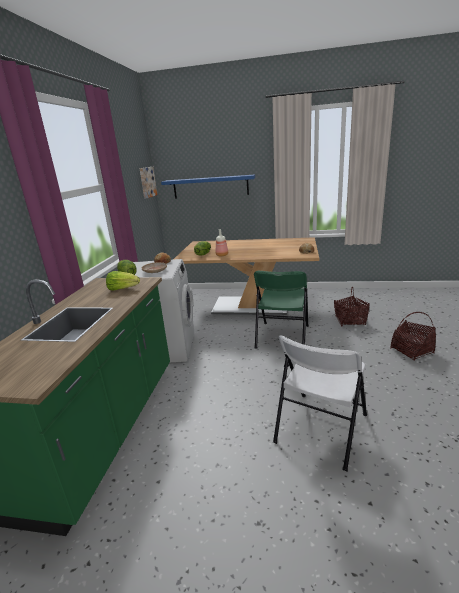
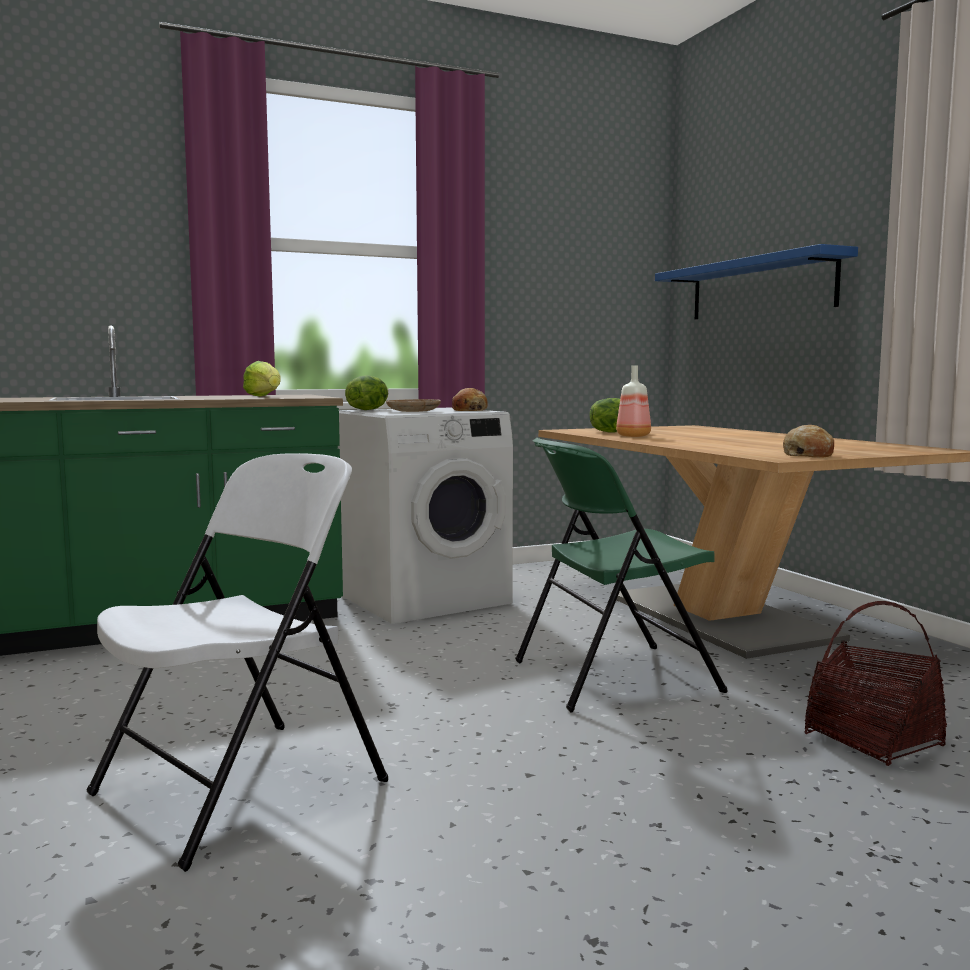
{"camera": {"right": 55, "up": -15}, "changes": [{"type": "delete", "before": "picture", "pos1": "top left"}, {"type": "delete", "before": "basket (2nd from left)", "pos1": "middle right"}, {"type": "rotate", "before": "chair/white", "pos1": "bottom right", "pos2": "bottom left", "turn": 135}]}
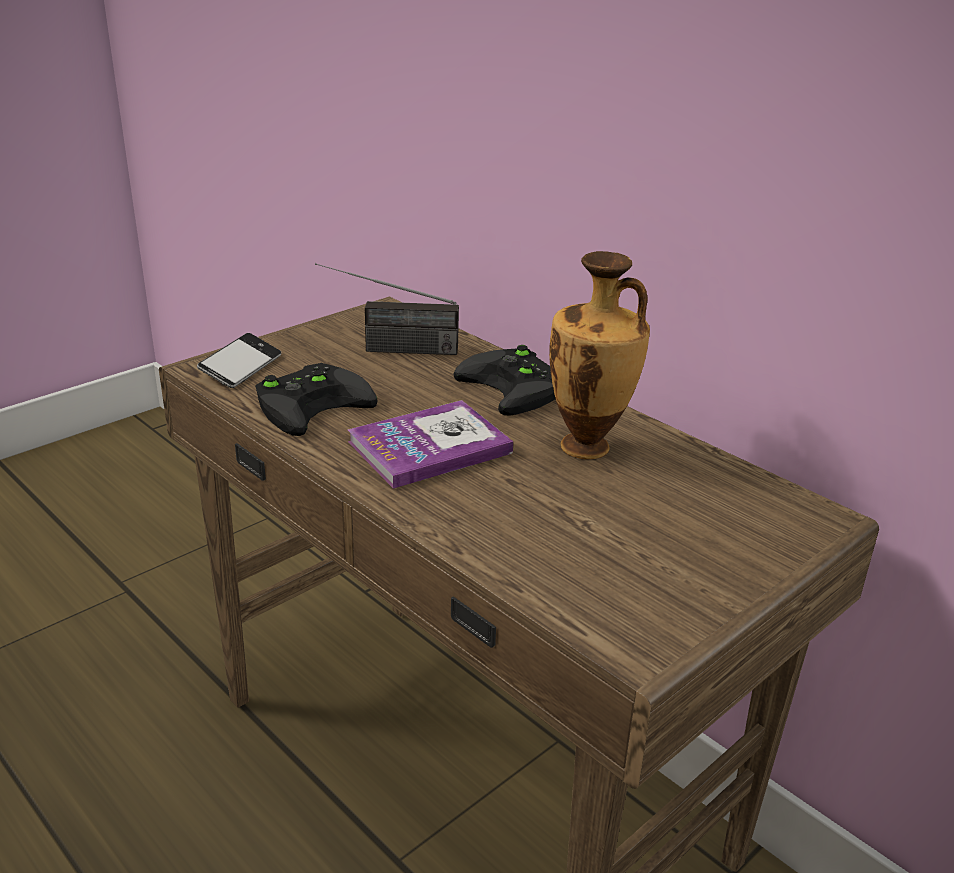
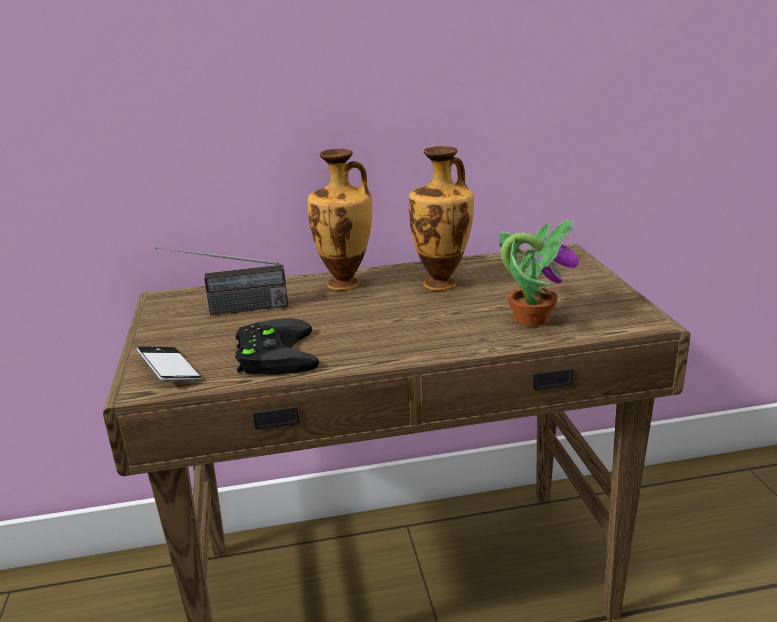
{"camera": {"right": -55, "up": -5}, "changes": [{"type": "delete", "before": "book", "pos1": "centre"}, {"type": "insert", "after": "potted plant", "pos2": "middle right"}, {"type": "replace", "before": "game controller/black (2nd from left)", "after": "vase (1st from left)", "pos1": "centre", "pos2": "centre"}, {"type": "rotate", "before": "radio", "pos1": "centre", "pos2": "middle left", "turn": 45}]}
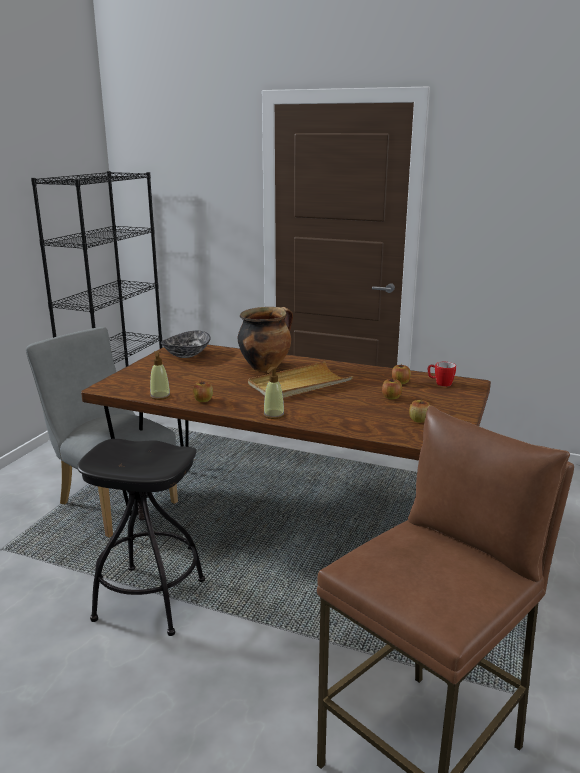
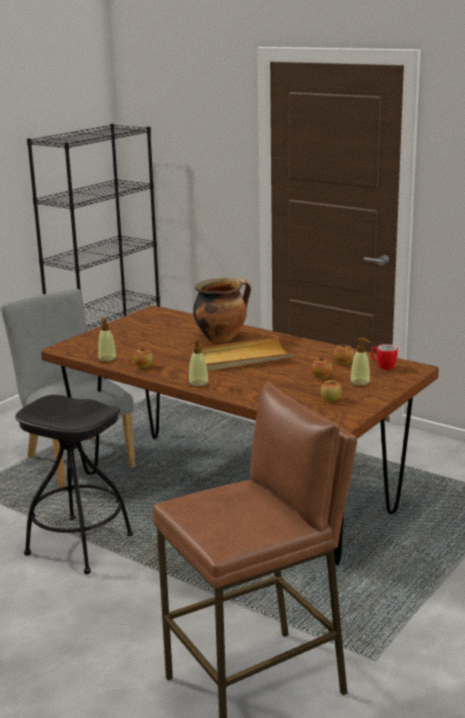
{"camera": {"right": 15, "up": 0}, "changes": [{"type": "delete", "before": "bowl", "pos1": "middle left"}, {"type": "insert", "after": "soap dispenser (3rd from left)", "pos2": "middle right"}]}
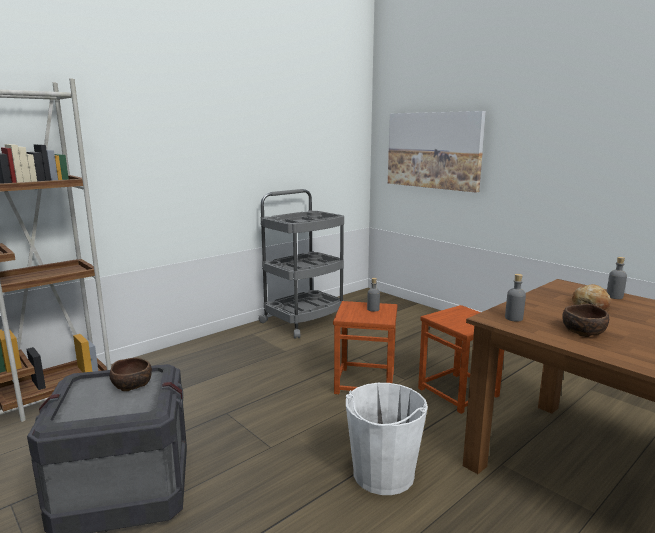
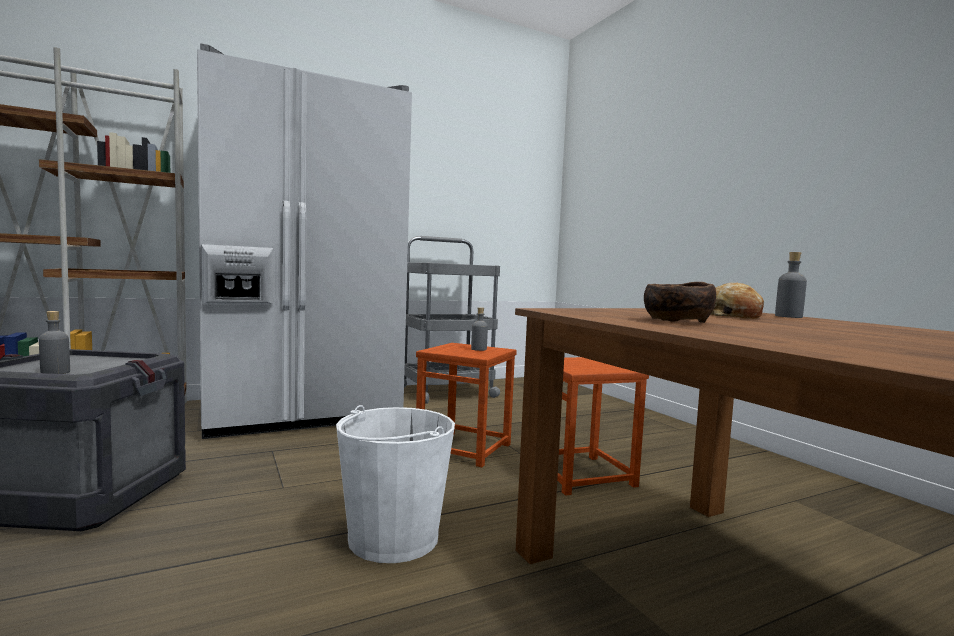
{"camera": {"right": 15, "up": -10}, "changes": [{"type": "delete", "before": "bowl/brown (1st from left)", "pos1": "bottom left"}, {"type": "delete", "before": "picture", "pos1": "top right"}, {"type": "insert", "after": "fridge/white", "pos2": "middle left"}, {"type": "move", "before": "bottle/grey (2nd from left in the first image)", "after": "bottle/grey (1st from left)", "pos1": "middle right", "pos2": "middle left"}]}
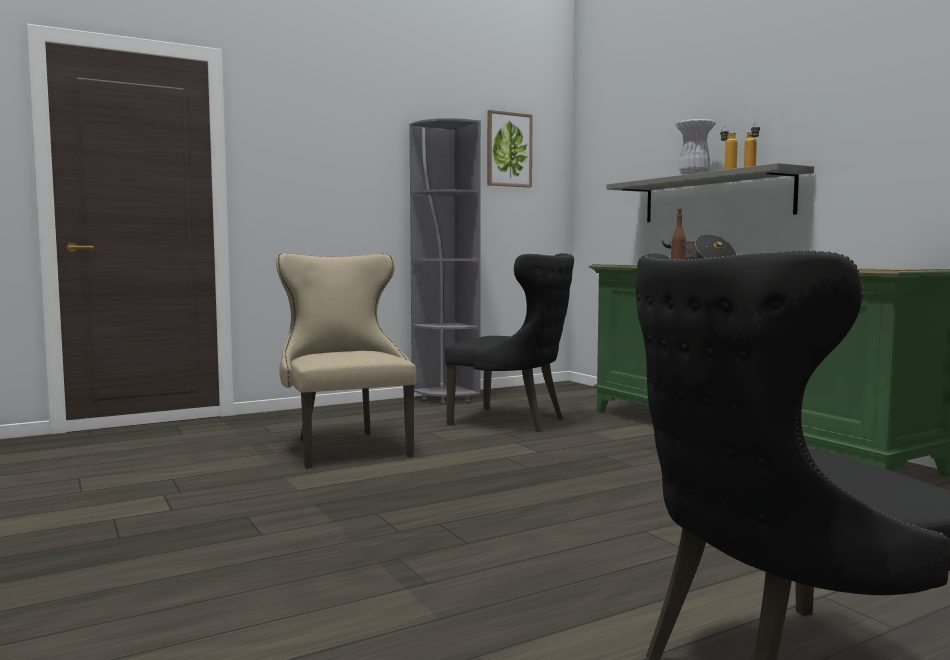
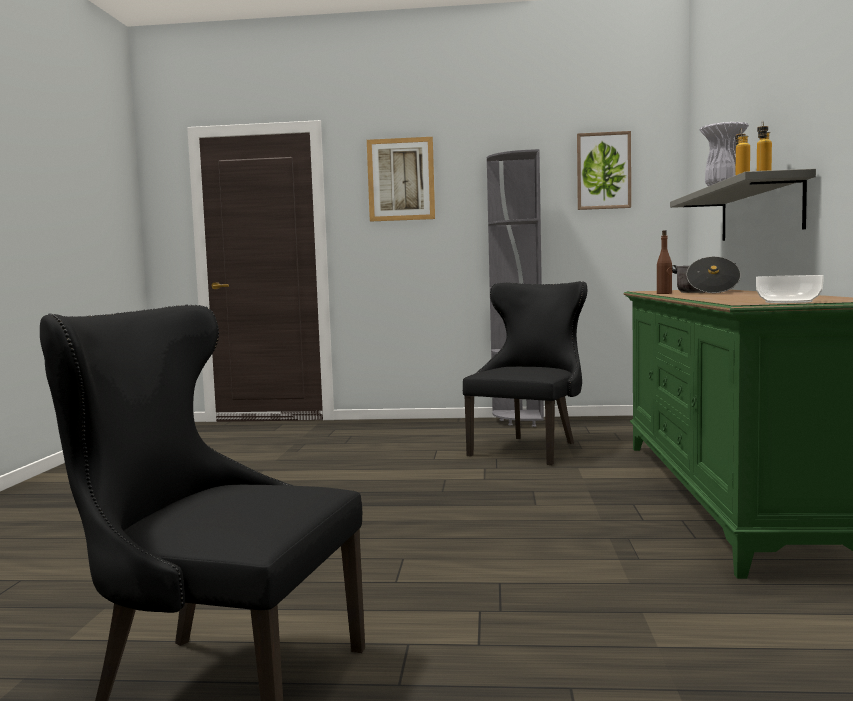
{"camera": {"right": 35, "up": 0}, "changes": [{"type": "delete", "before": "chair/beige", "pos1": "centre"}, {"type": "insert", "after": "picture (1st from left)", "pos2": "top centre"}, {"type": "insert", "after": "bowl", "pos2": "middle right"}, {"type": "rotate", "before": "chair/black (1st from left in the first image)", "pos1": "centre", "pos2": "centre", "turn": -120}]}
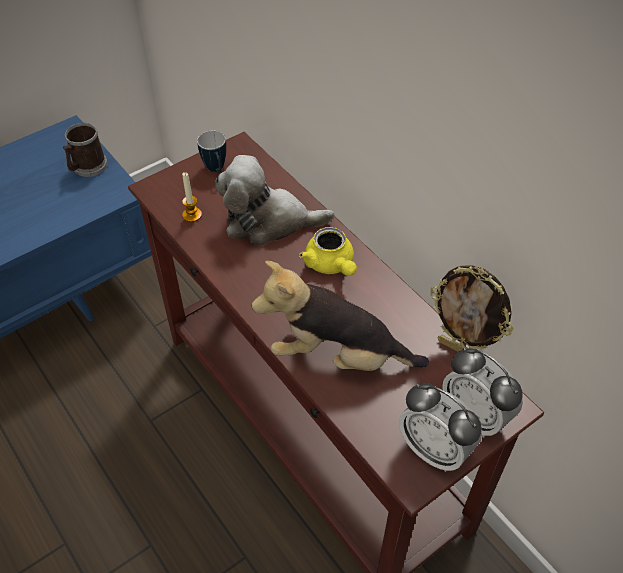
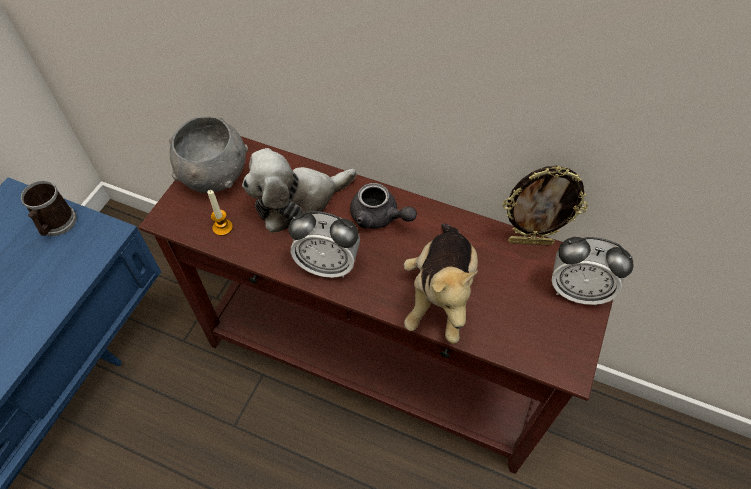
{"camera": {"right": -30, "up": 5}, "changes": [{"type": "move", "before": "alarm clock (1st from left)", "pos1": "bottom right", "pos2": "centre"}, {"type": "replace", "before": "mug (2nd from left)", "after": "bowl/grey", "pos1": "top centre", "pos2": "top left"}, {"type": "recolor", "before": "teapot/yellow", "after": "teapot/grey", "pos1": "centre", "pos2": "centre"}, {"type": "rotate", "before": "plush toy (2nd from left)", "pos1": "centre", "pos2": "centre", "turn": -60}]}
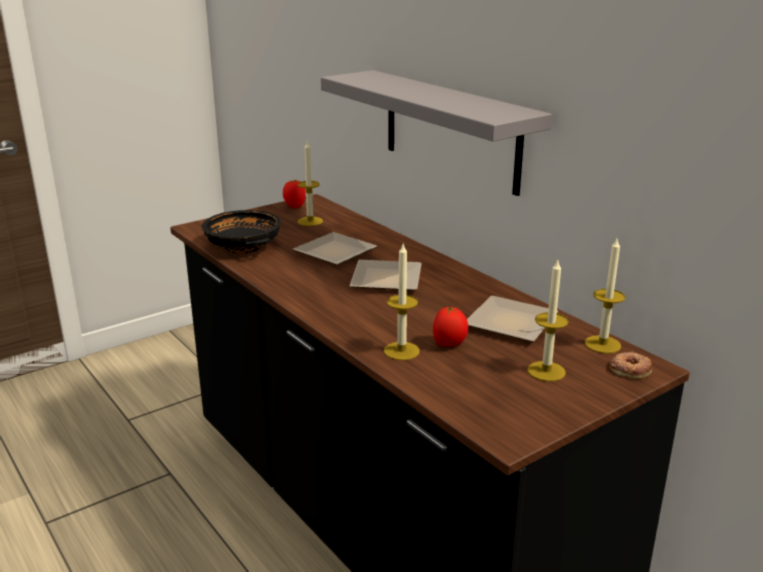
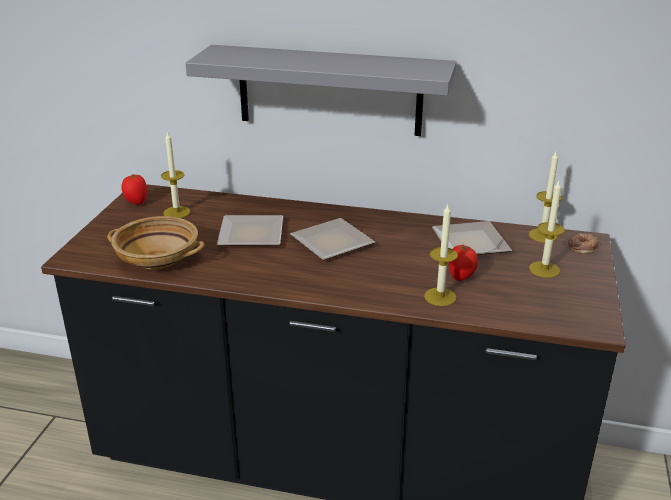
{"camera": {"right": -40, "up": 5}, "changes": [{"type": "recolor", "before": "bowl/black", "after": "bowl/beige", "pos1": "middle left", "pos2": "middle left"}]}
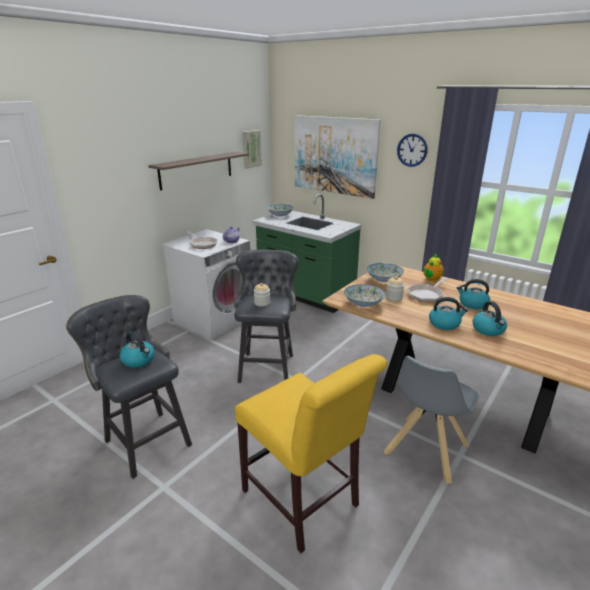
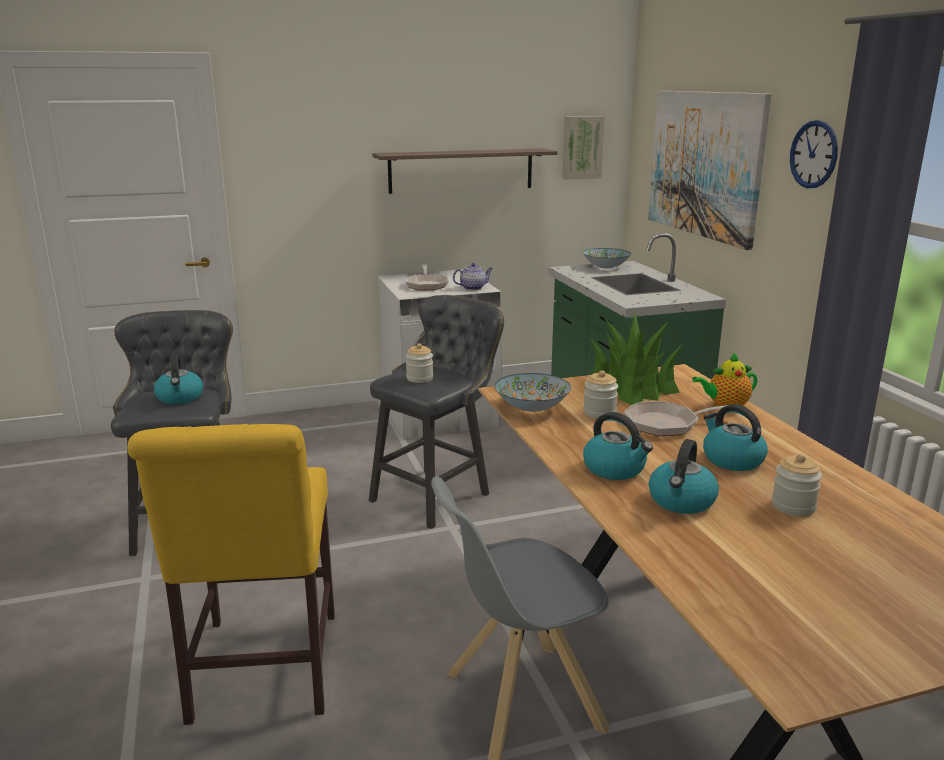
{"camera": {"right": 35, "up": -5}, "changes": [{"type": "insert", "after": "jar (3rd from left)", "pos2": "middle right"}, {"type": "replace", "before": "bowl (3rd from left)", "after": "potted plant", "pos1": "centre", "pos2": "middle right"}]}
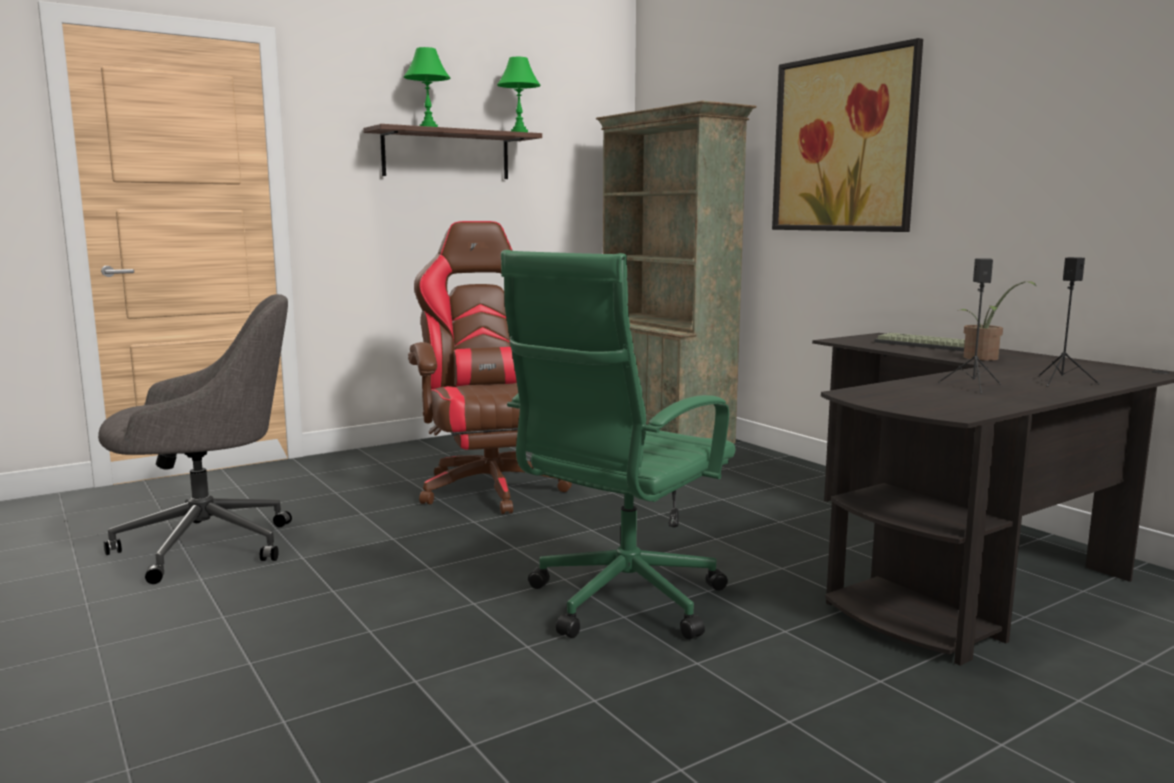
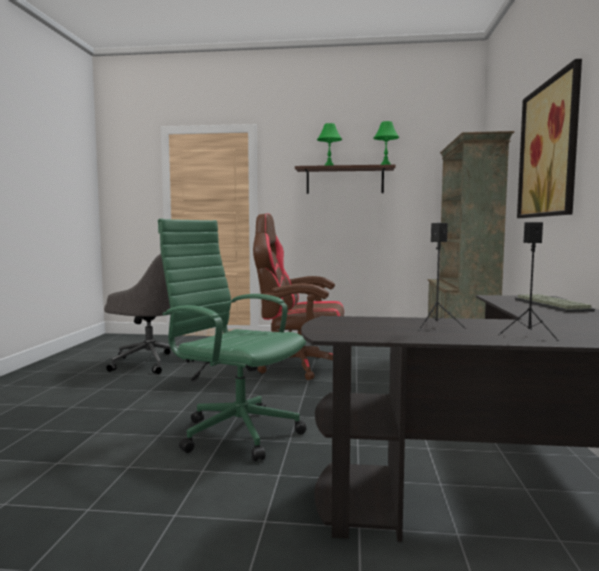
{"camera": {"right": 40, "up": -5}, "changes": [{"type": "delete", "before": "potted plant", "pos1": "middle right"}, {"type": "rotate", "before": "office chair/brown", "pos1": "centre", "pos2": "centre", "turn": -105}, {"type": "rotate", "before": "office chair/green", "pos1": "centre", "pos2": "centre", "turn": 45}]}
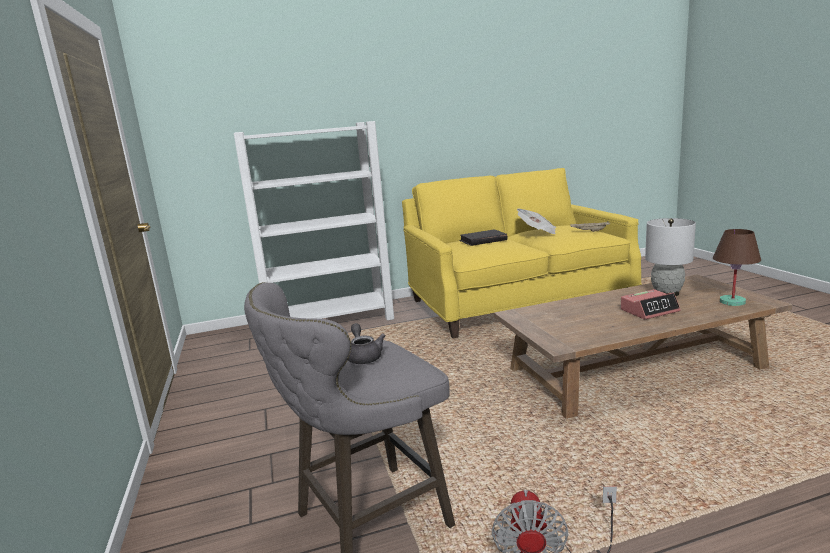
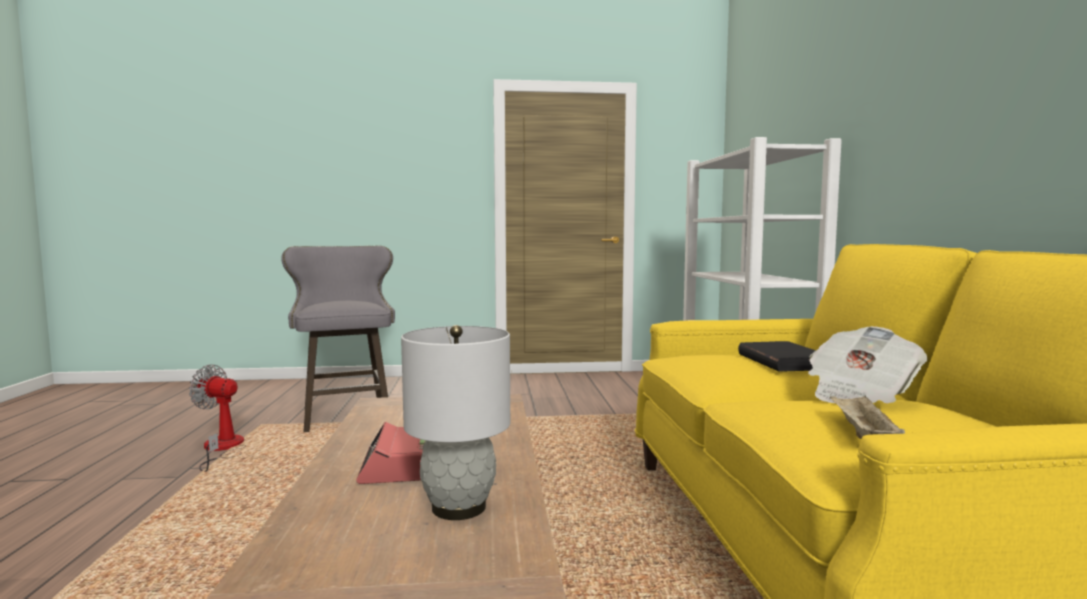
{"camera": {"right": 100, "up": -10}, "changes": [{"type": "delete", "before": "teapot/grey", "pos1": "centre"}, {"type": "delete", "before": "table lamp/brown", "pos1": "middle right"}]}
